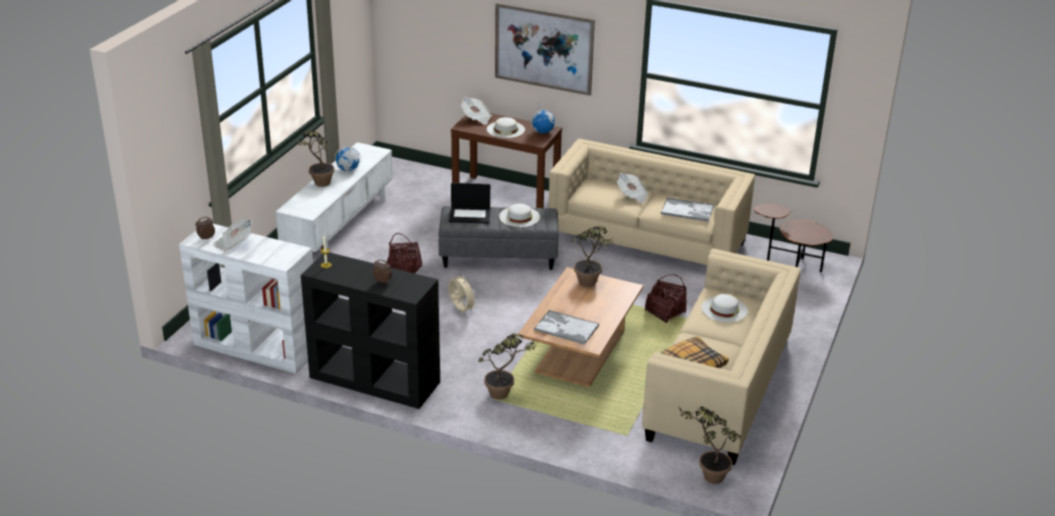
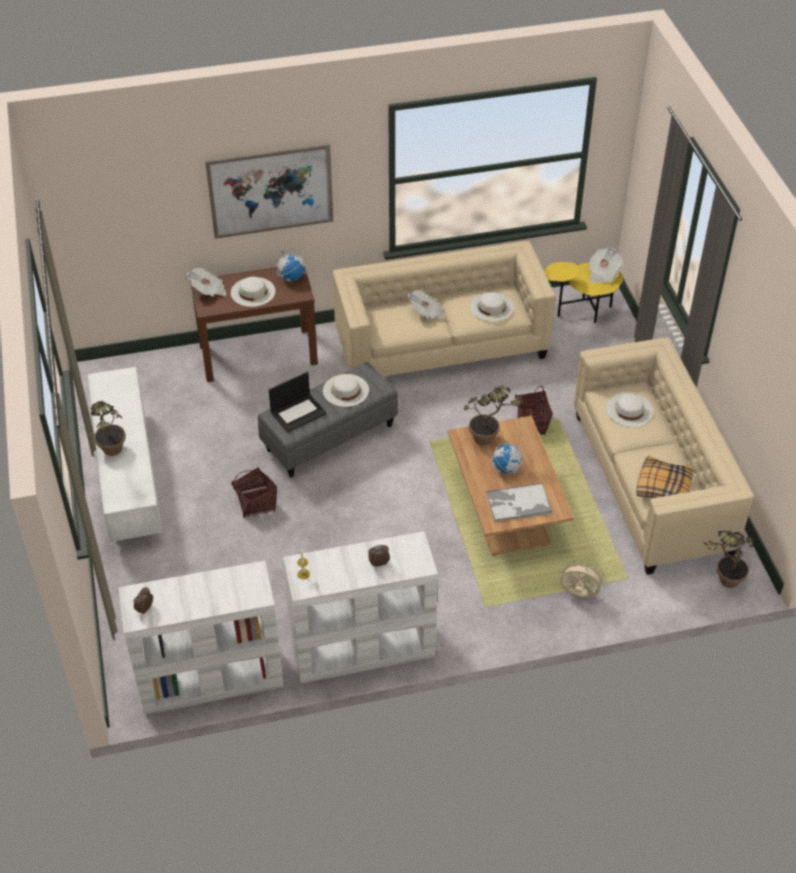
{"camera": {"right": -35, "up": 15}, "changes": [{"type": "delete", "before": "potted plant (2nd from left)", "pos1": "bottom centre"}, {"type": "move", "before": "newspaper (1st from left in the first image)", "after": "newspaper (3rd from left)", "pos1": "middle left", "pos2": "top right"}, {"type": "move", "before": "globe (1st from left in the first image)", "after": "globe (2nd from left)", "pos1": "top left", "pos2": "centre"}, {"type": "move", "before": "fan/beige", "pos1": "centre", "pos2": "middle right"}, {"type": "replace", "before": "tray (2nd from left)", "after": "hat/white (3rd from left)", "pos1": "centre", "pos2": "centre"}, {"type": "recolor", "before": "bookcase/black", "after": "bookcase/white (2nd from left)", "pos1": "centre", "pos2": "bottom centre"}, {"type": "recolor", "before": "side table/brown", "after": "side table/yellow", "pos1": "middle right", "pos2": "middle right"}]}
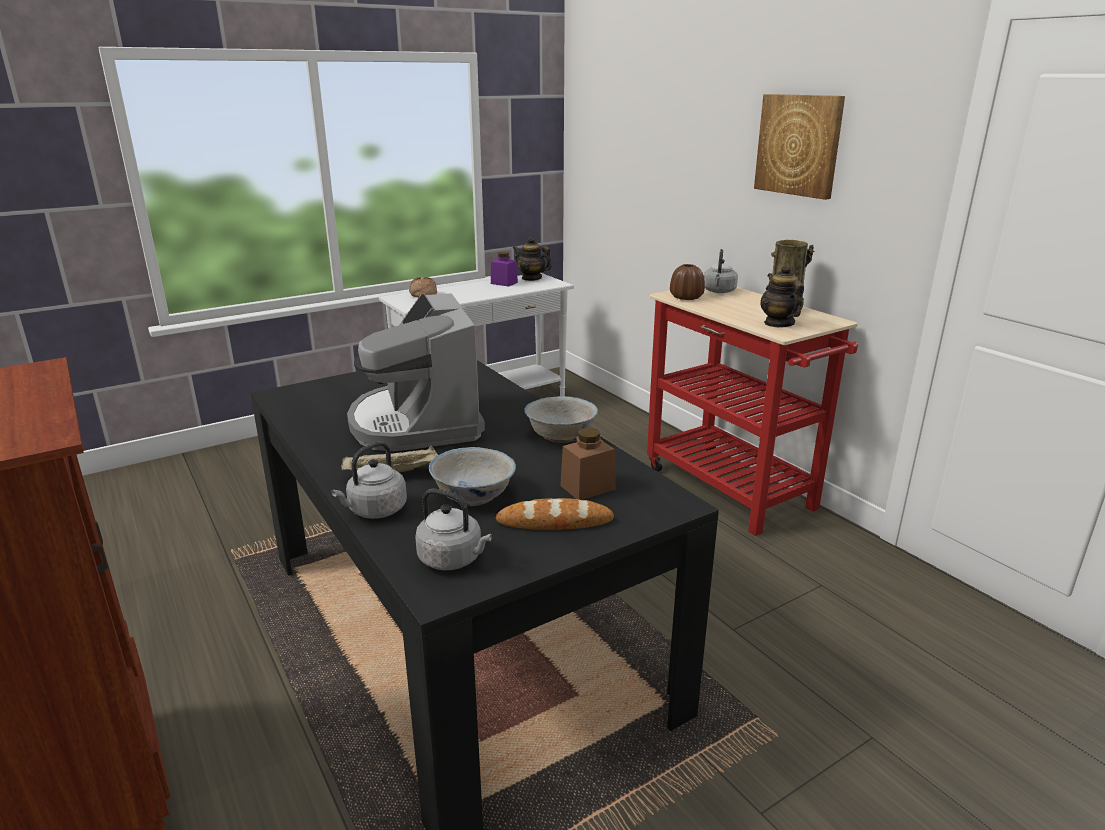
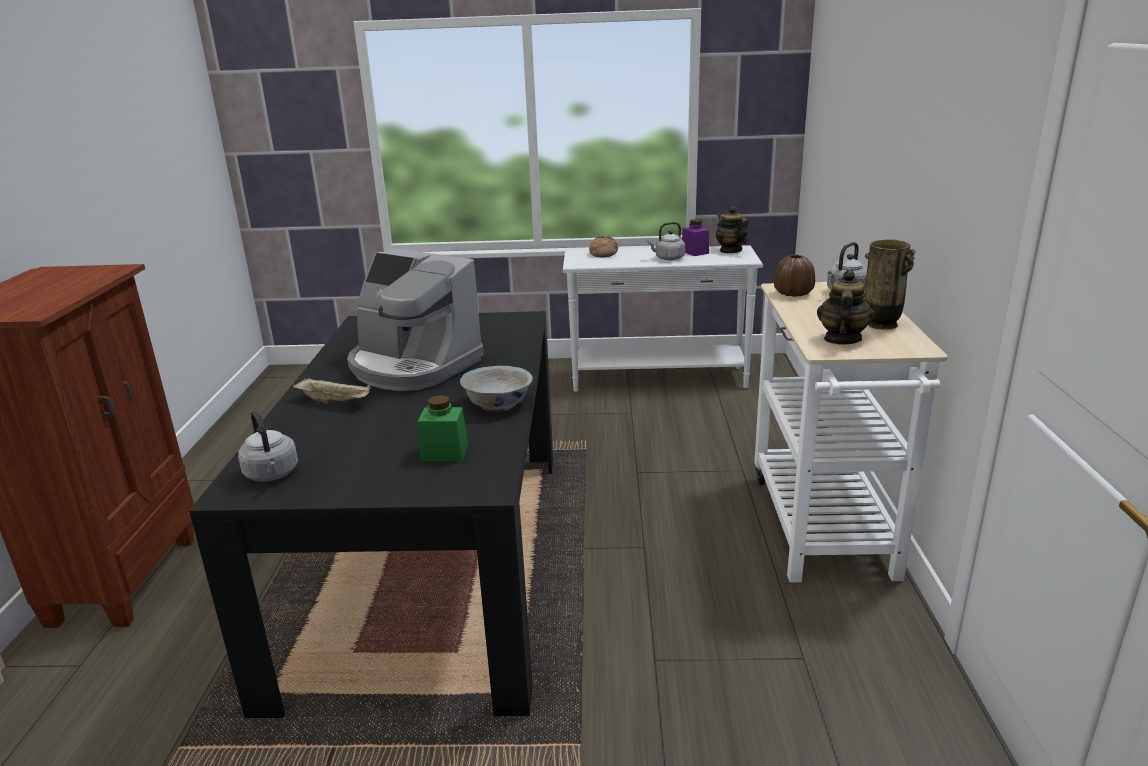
{"camera": {"right": 35, "up": 0}, "changes": [{"type": "delete", "before": "bowl/white (1st from left)", "pos1": "centre"}, {"type": "delete", "before": "bread (2nd from left)", "pos1": "centre"}, {"type": "delete", "before": "picture", "pos1": "top right"}, {"type": "move", "before": "kettle/grey (1st from left in the first image)", "after": "kettle/grey (2nd from left)", "pos1": "centre", "pos2": "top centre"}, {"type": "recolor", "before": "jar/brown", "after": "jar/green", "pos1": "centre", "pos2": "centre"}, {"type": "recolor", "before": "cart/red", "after": "cart/white", "pos1": "middle right", "pos2": "middle right"}, {"type": "rotate", "before": "coffee machine", "pos1": "centre", "pos2": "centre", "turn": -75}]}
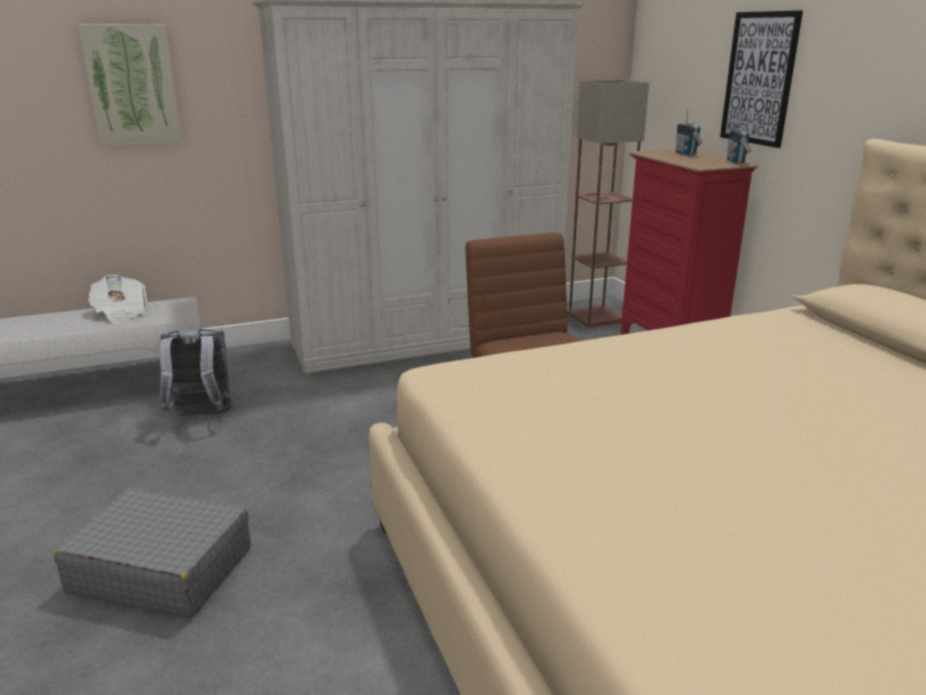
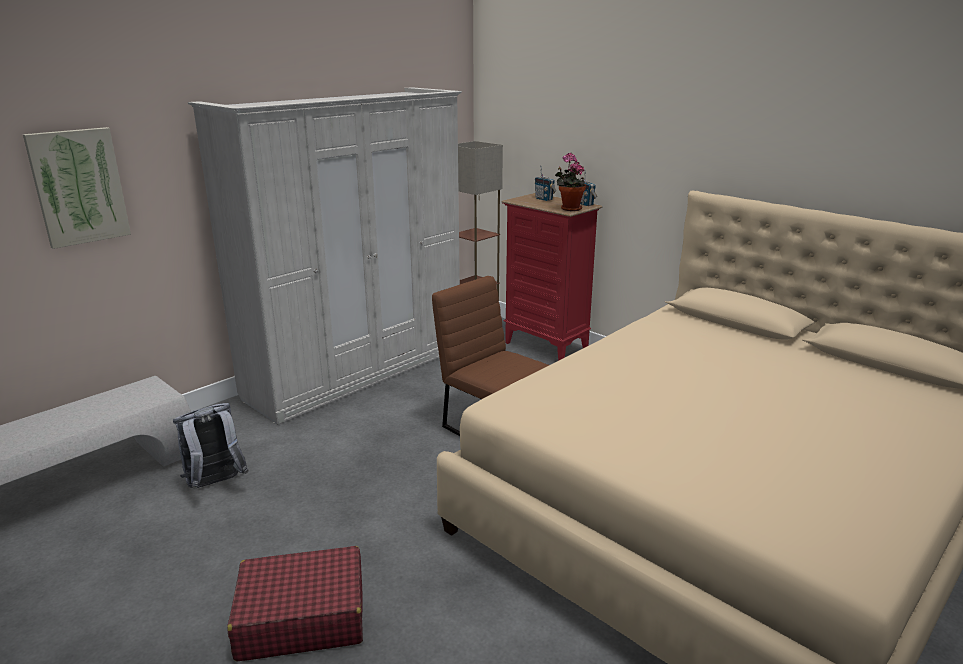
{"camera": {"right": -25, "up": 0}, "changes": [{"type": "delete", "before": "newspaper", "pos1": "middle left"}, {"type": "delete", "before": "picture (2nd from left)", "pos1": "top right"}, {"type": "insert", "after": "potted plant", "pos2": "top centre"}, {"type": "recolor", "before": "suitcase/grey", "after": "suitcase/red", "pos1": "bottom left", "pos2": "bottom left"}]}
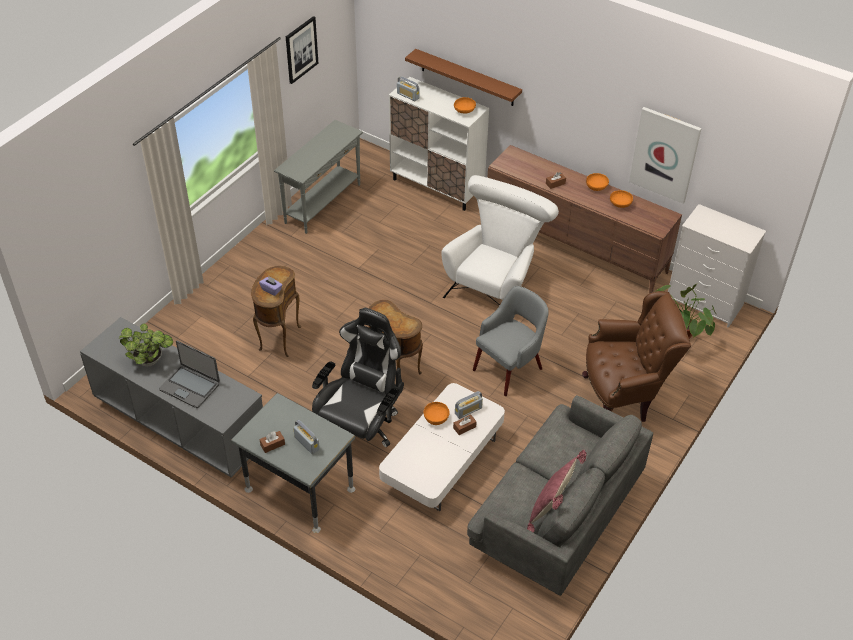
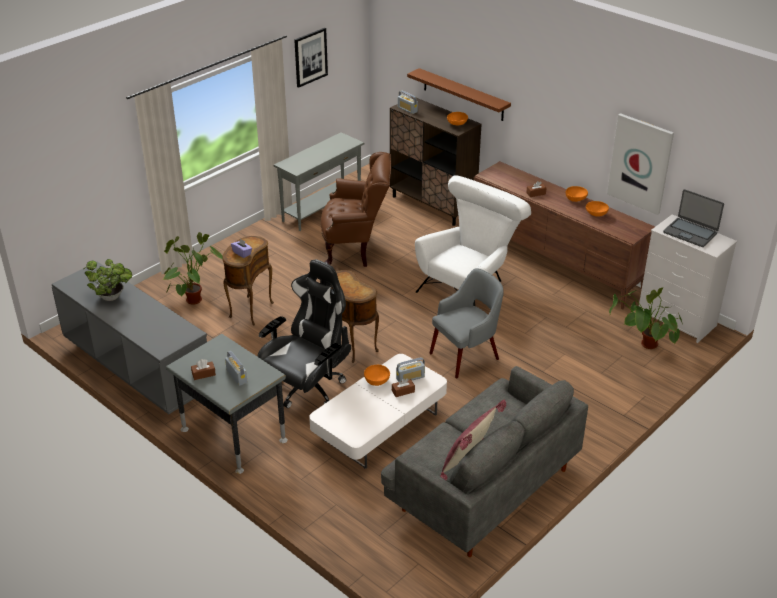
{"camera": {"right": 10, "up": -10}, "changes": [{"type": "insert", "after": "potted plant (2nd from left)", "pos2": "middle left"}, {"type": "move", "before": "laptop", "pos1": "middle left", "pos2": "middle right"}, {"type": "move", "before": "armchair/brown", "pos1": "middle right", "pos2": "centre"}, {"type": "recolor", "before": "cabinet/white", "after": "cabinet/brown (1st from left)", "pos1": "top centre", "pos2": "top centre"}]}
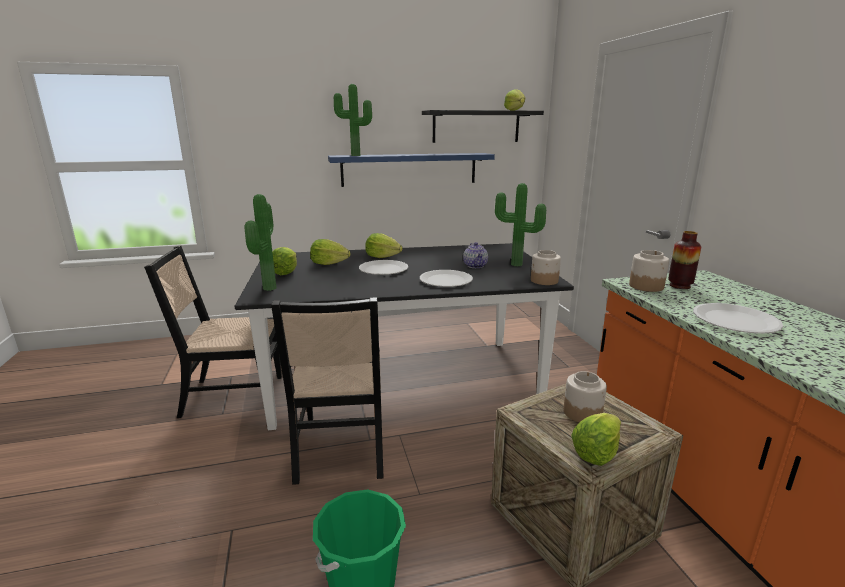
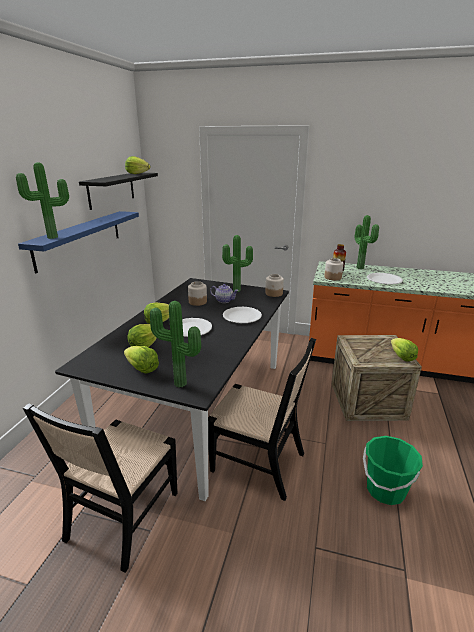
{"camera": {"right": -60, "up": 5}, "changes": [{"type": "insert", "after": "potted plant (4th from left)", "pos2": "middle right"}, {"type": "move", "before": "jar (2nd from left in the first image)", "after": "jar (1st from left)", "pos1": "bottom right", "pos2": "centre"}]}
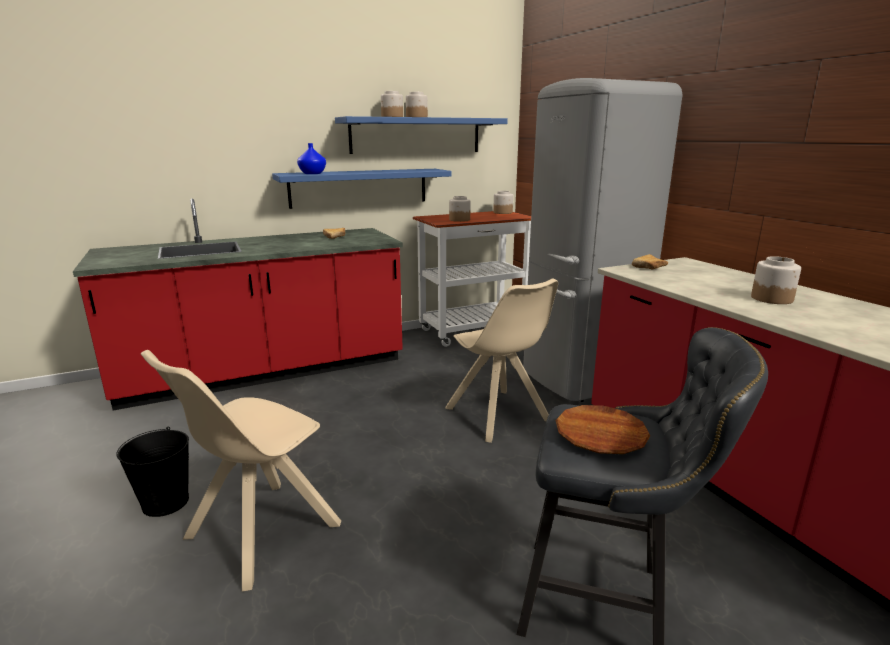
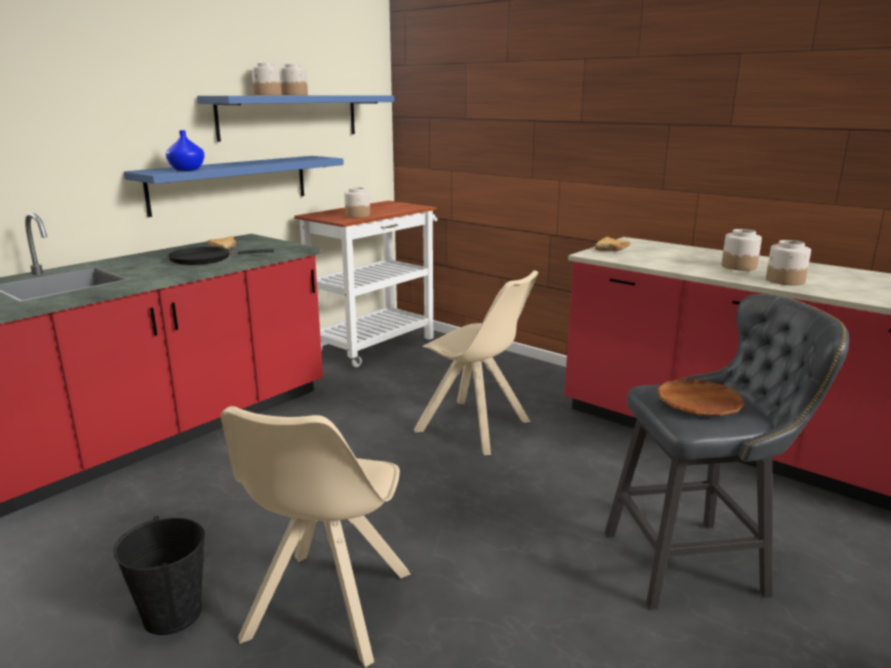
{"camera": {"right": -25, "up": 0}, "changes": [{"type": "delete", "before": "fridge/grey", "pos1": "middle right"}, {"type": "insert", "after": "frying pan/black", "pos2": "middle left"}, {"type": "move", "before": "jar (4th from left in the first image)", "after": "jar (5th from left)", "pos1": "top centre", "pos2": "middle right"}]}
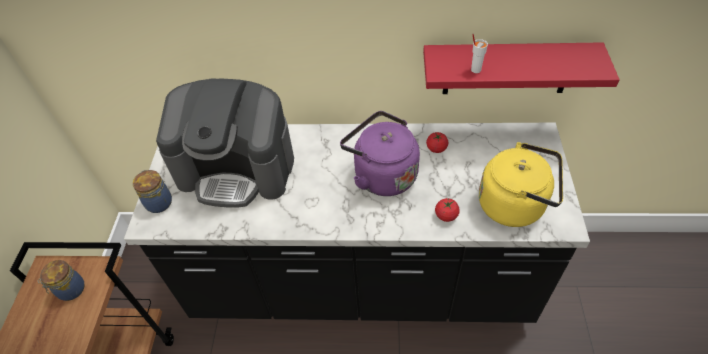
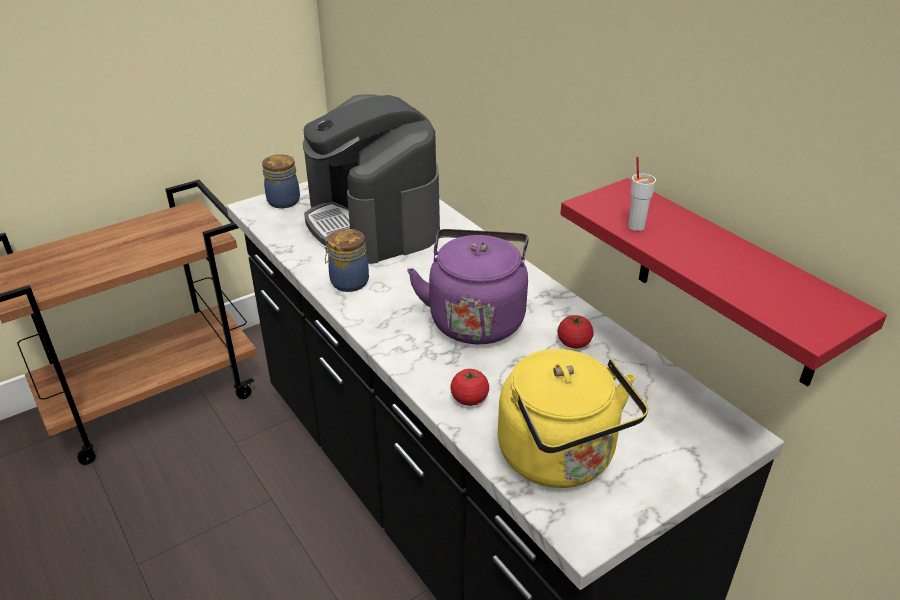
{"camera": {"right": 50, "up": -15}, "changes": [{"type": "move", "before": "jar (1st from left in the first image)", "after": "jar (2nd from left)", "pos1": "bottom left", "pos2": "centre"}]}
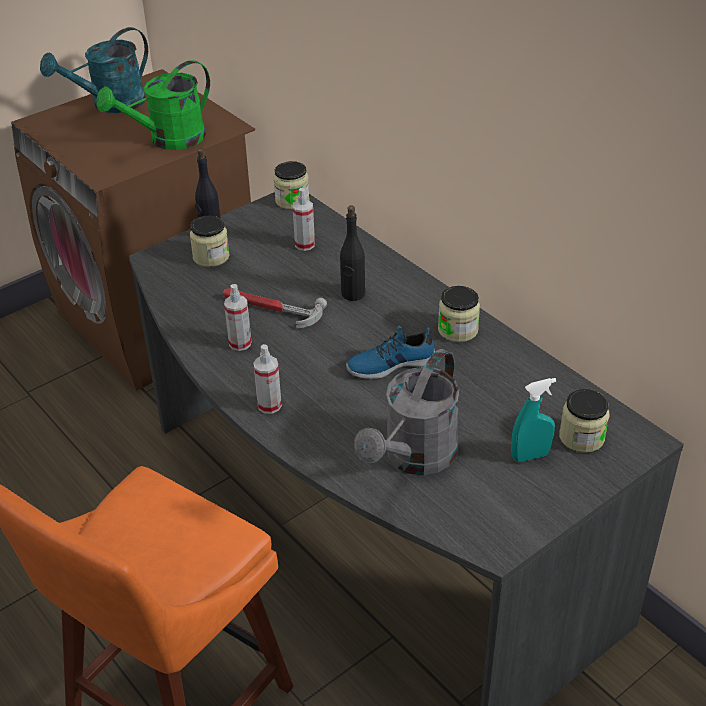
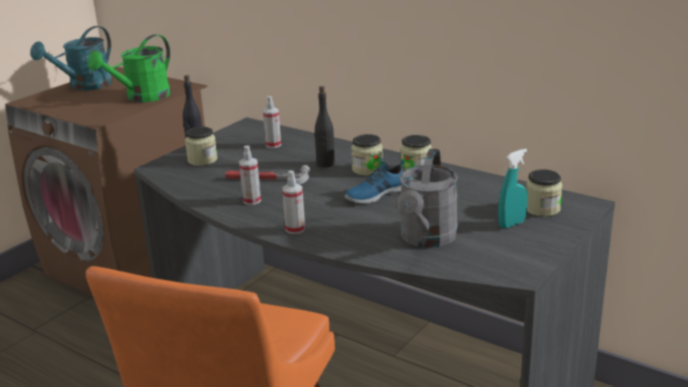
{"camera": {"right": -15, "up": -15}, "changes": [{"type": "move", "before": "jar (2nd from left)", "pos1": "top centre", "pos2": "centre"}]}
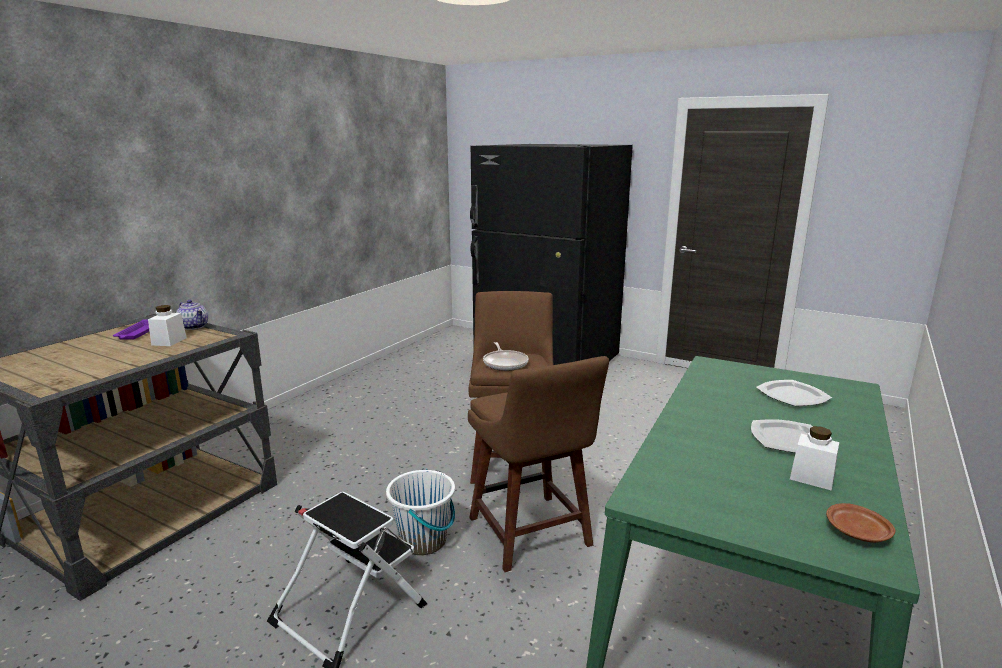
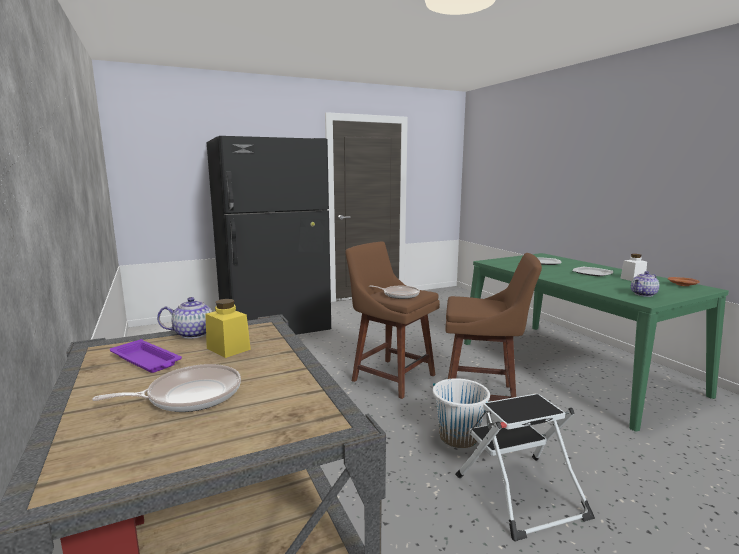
{"camera": {"right": -55, "up": -5}, "changes": [{"type": "insert", "after": "frying pan (1st from left)", "pos2": "bottom left"}, {"type": "insert", "after": "teapot (2nd from left)", "pos2": "middle right"}, {"type": "recolor", "before": "jar/white (1st from left)", "after": "jar/yellow", "pos1": "middle left", "pos2": "middle left"}]}
